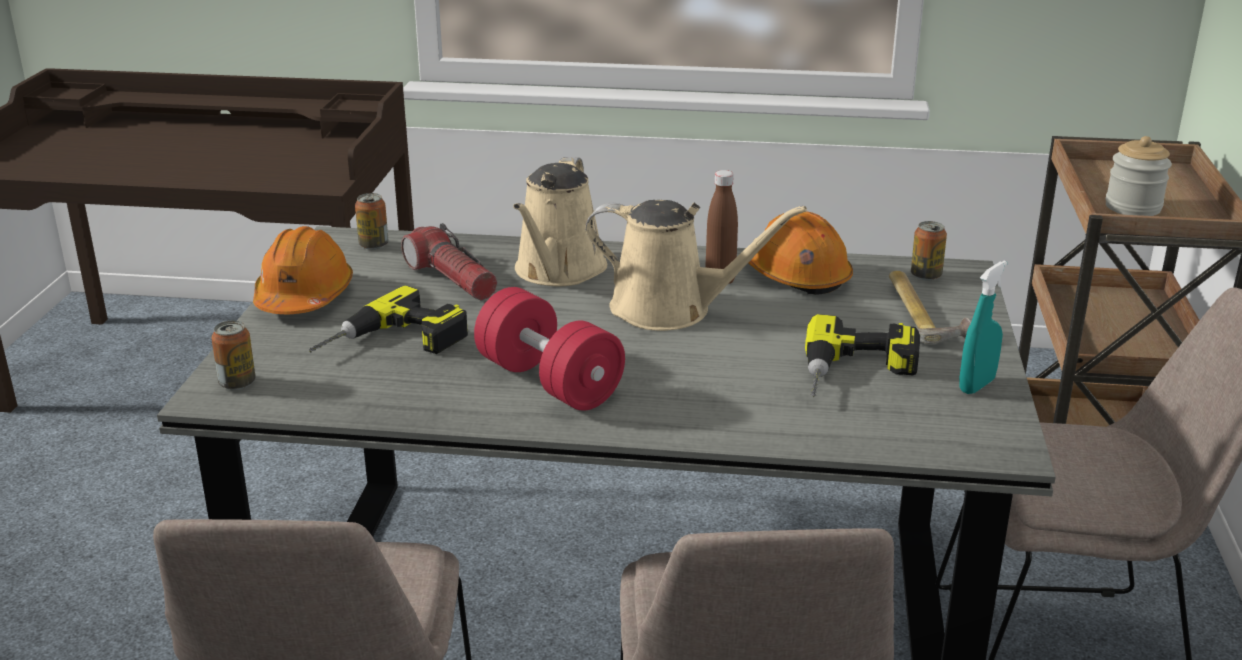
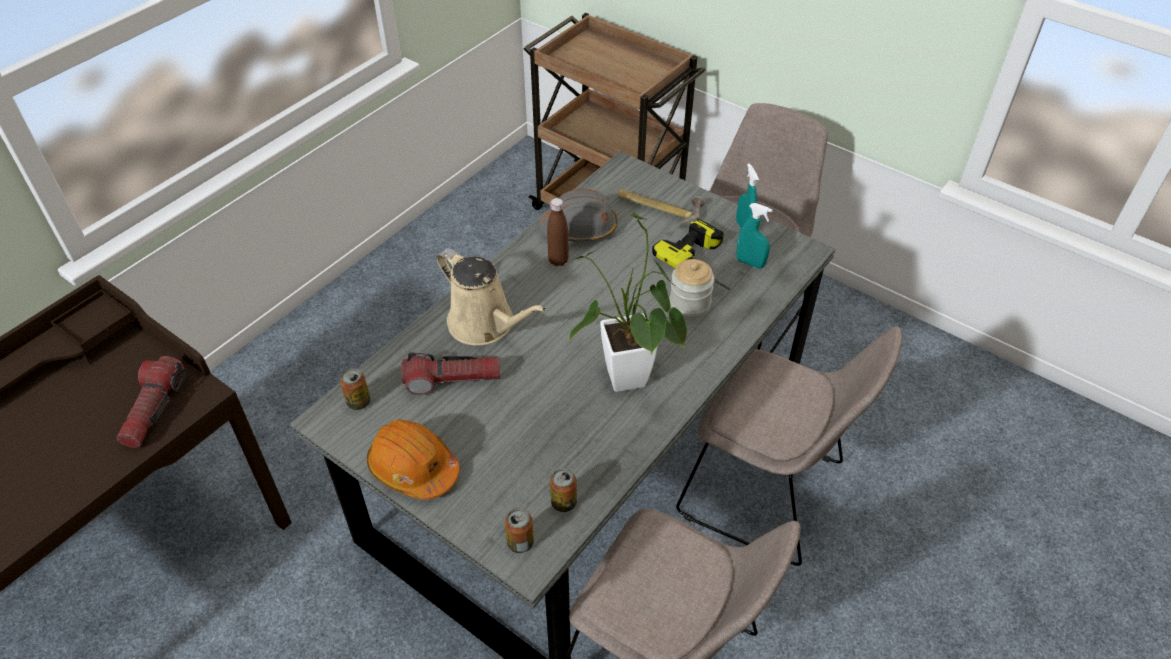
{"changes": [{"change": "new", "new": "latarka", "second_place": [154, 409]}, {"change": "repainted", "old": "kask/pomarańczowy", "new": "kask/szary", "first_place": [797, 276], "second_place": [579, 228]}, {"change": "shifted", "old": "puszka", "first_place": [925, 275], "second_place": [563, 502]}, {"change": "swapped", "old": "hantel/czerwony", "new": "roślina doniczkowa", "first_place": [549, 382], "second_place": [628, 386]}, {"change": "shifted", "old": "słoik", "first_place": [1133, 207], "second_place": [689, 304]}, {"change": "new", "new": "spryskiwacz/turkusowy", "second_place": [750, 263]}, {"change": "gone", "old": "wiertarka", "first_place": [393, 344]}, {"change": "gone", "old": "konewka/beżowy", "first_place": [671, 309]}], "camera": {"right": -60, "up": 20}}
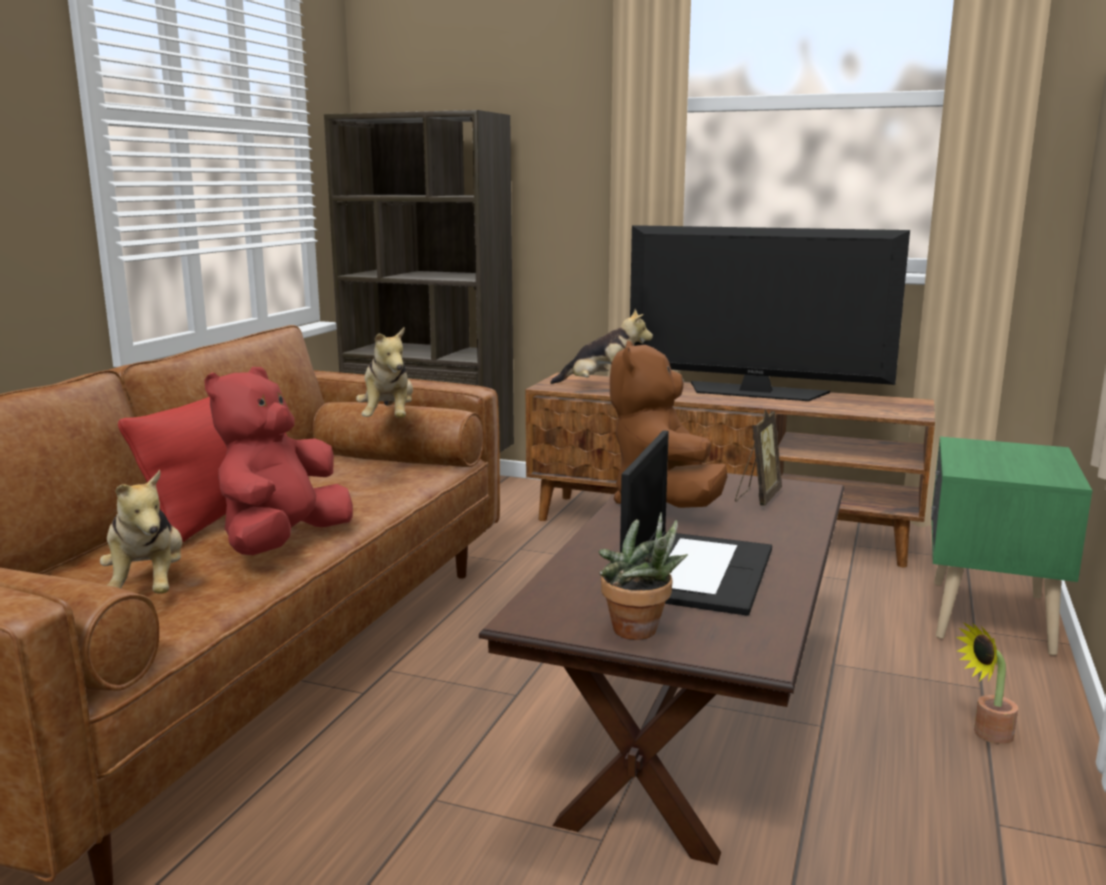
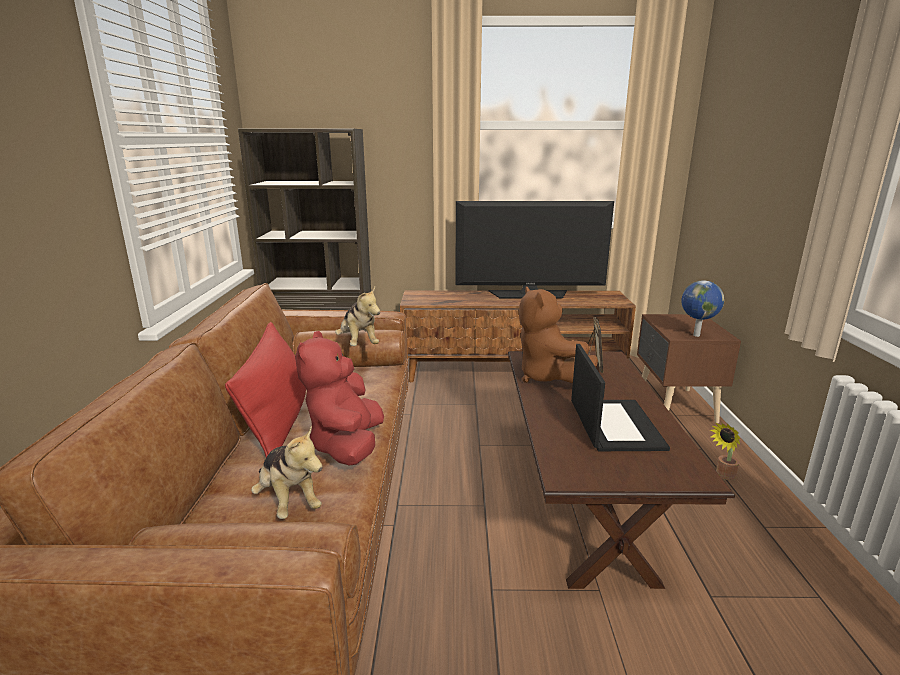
{"changes": [{"change": "repainted", "old": "szafka nocna/zielony", "new": "szafka nocna/brązowy", "first_place": [986, 617], "second_place": [674, 406]}, {"change": "new", "new": "globus", "second_place": [695, 335]}, {"change": "gone", "old": "pluszak", "first_place": [602, 387]}, {"change": "gone", "old": "roślina doniczkowa", "first_place": [640, 633]}], "camera": {"right": -20, "up": 5}}
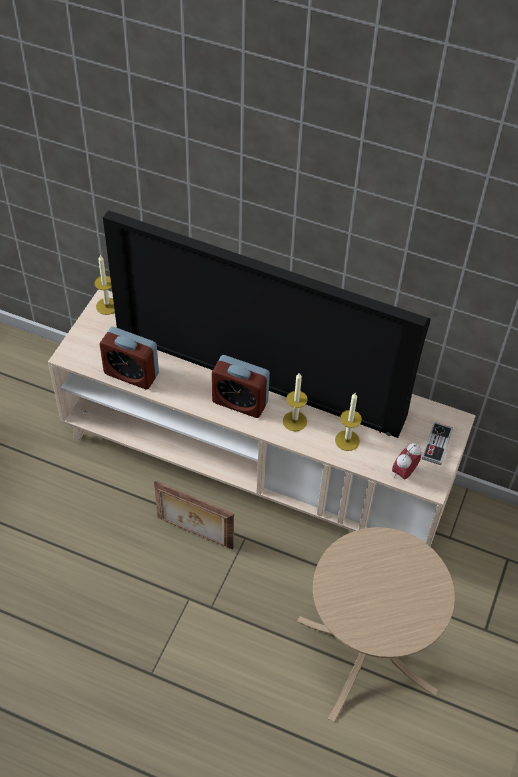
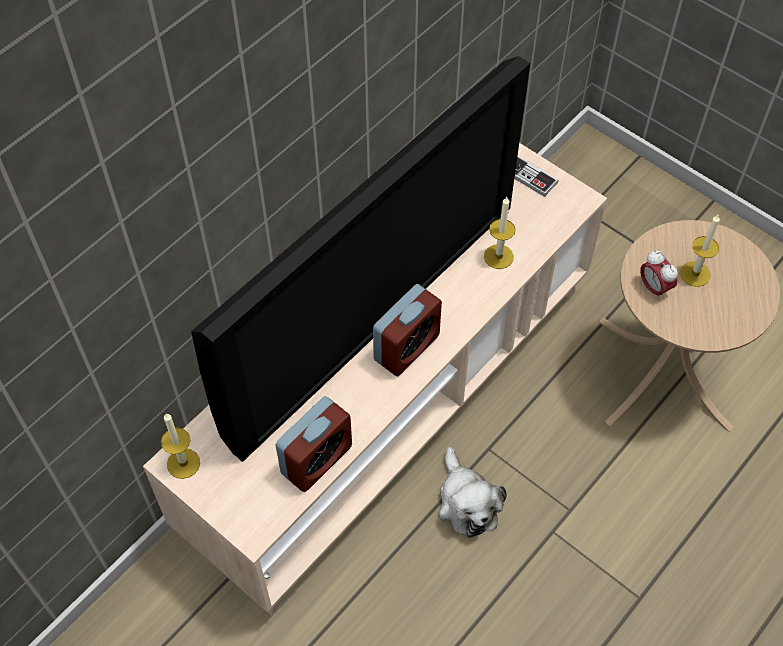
{"changes": [{"change": "swapped", "old": "ramka na zdjęcie", "new": "pluszak", "first_place": [194, 534], "second_place": [466, 502]}, {"change": "shifted", "old": "budzik", "first_place": [404, 473], "second_place": [654, 288]}, {"change": "shifted", "old": "świeca", "first_place": [294, 421], "second_place": [695, 274]}], "camera": {"right": -70, "up": 5}}
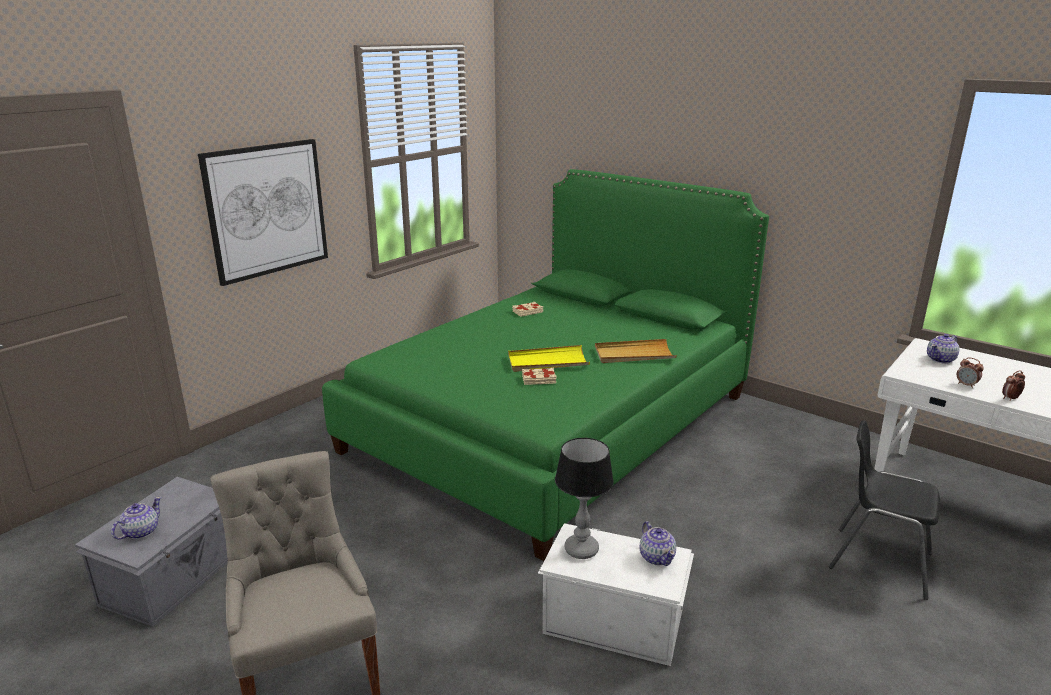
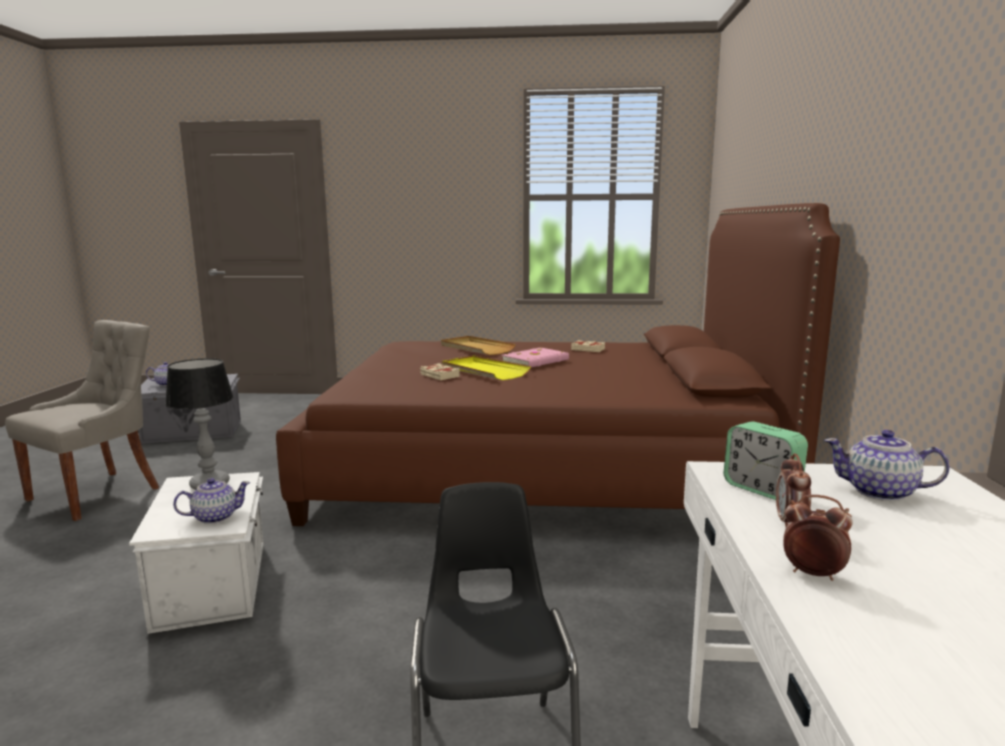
{"changes": [{"change": "rotated", "old": "imbryk", "first_place": [657, 557], "second_place": [214, 517], "degrees": -150}, {"change": "repainted", "old": "łóżko/zielony", "new": "łóżko/brązowy", "first_place": [552, 422], "second_place": [542, 466]}, {"change": "shifted", "old": "taca/beżowy", "first_place": [634, 354], "second_place": [476, 348]}, {"change": "new", "new": "książka/różowy", "second_place": [536, 361]}, {"change": "new", "new": "budzik", "second_place": [761, 489]}, {"change": "gone", "old": "obraz", "first_place": [267, 210]}], "camera": {"right": 55, "up": -10}}
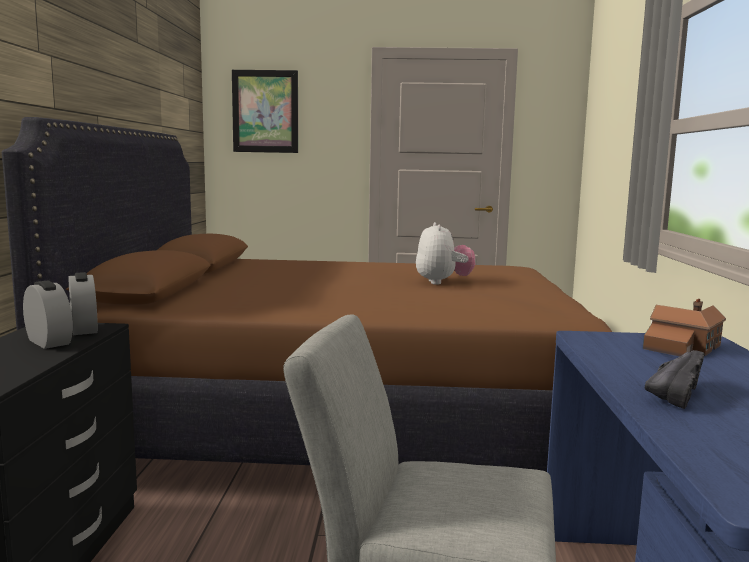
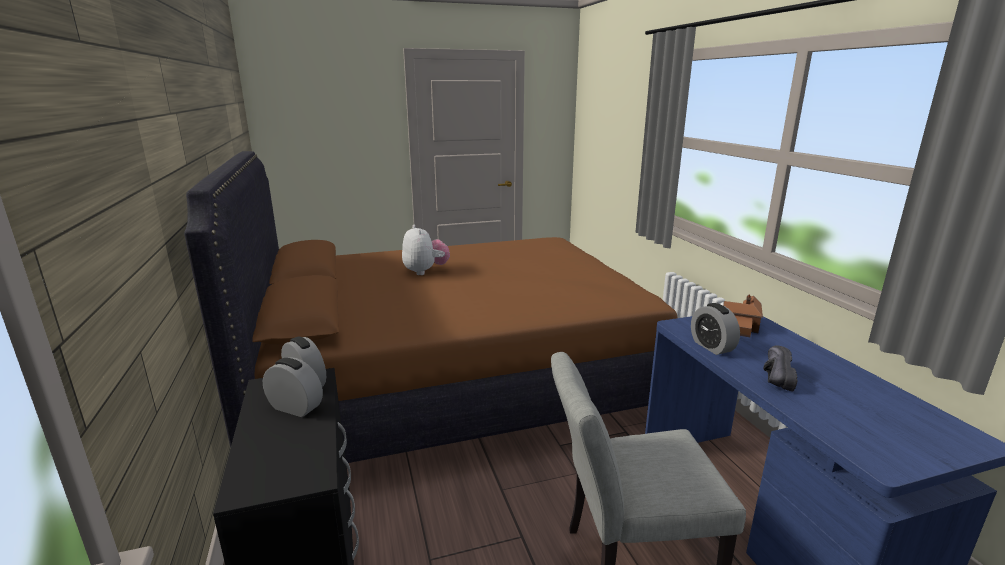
{"changes": [{"change": "shifted", "old": "pluszak", "first_place": [443, 282], "second_place": [425, 271]}, {"change": "new", "new": "budzik", "second_place": [711, 346]}, {"change": "gone", "old": "obraz", "first_place": [265, 111]}], "camera": {"right": -20, "up": 10}}
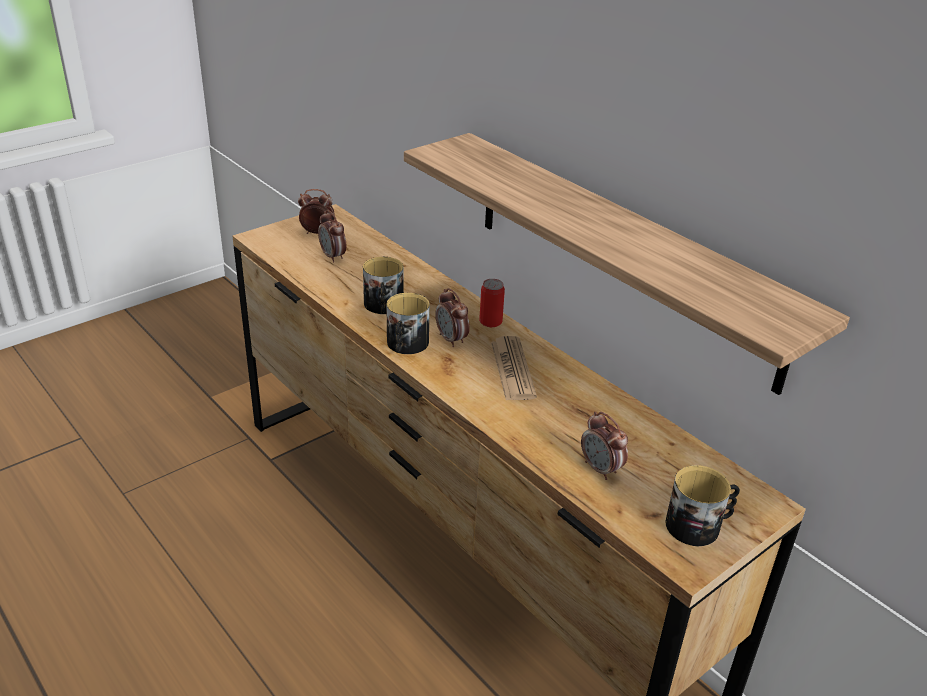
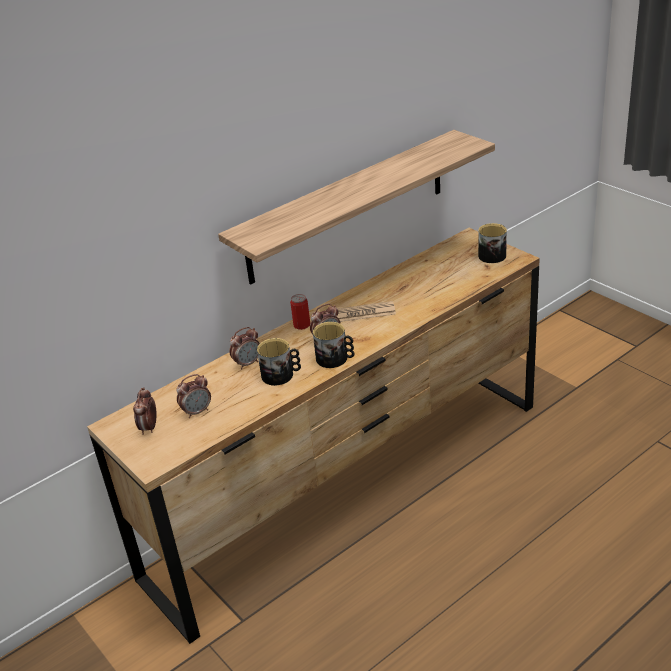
{"changes": [{"change": "shifted", "old": "budzik", "first_place": [601, 469], "second_place": [248, 363]}], "camera": {"right": -85, "up": 0}}
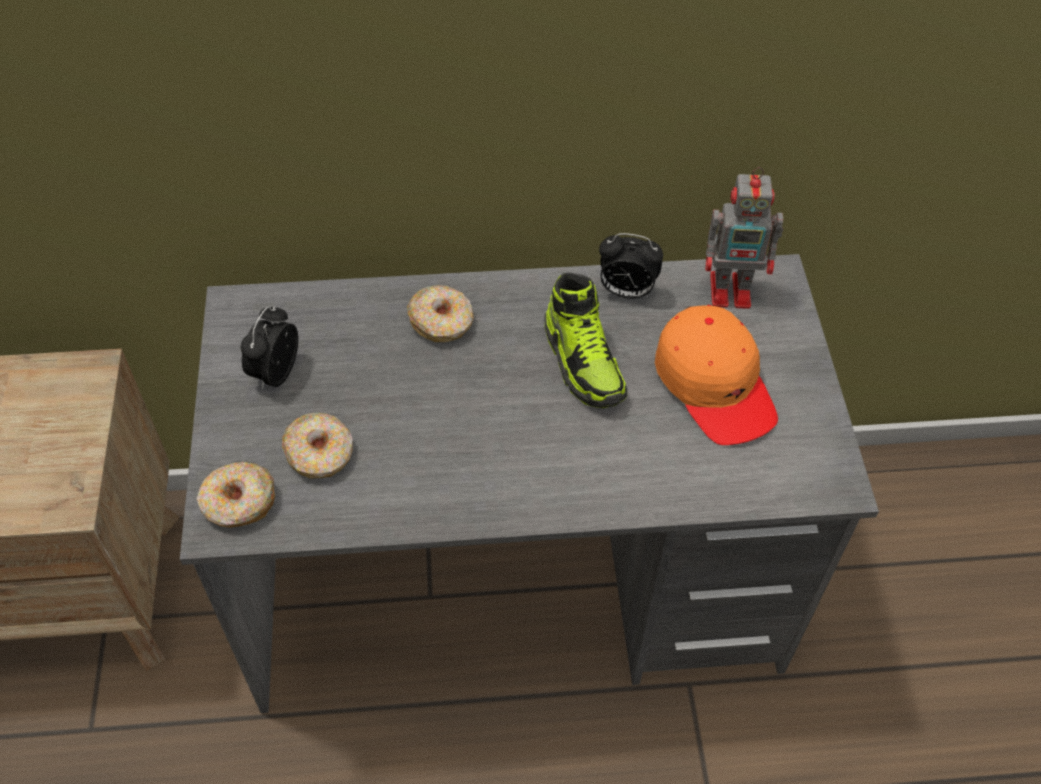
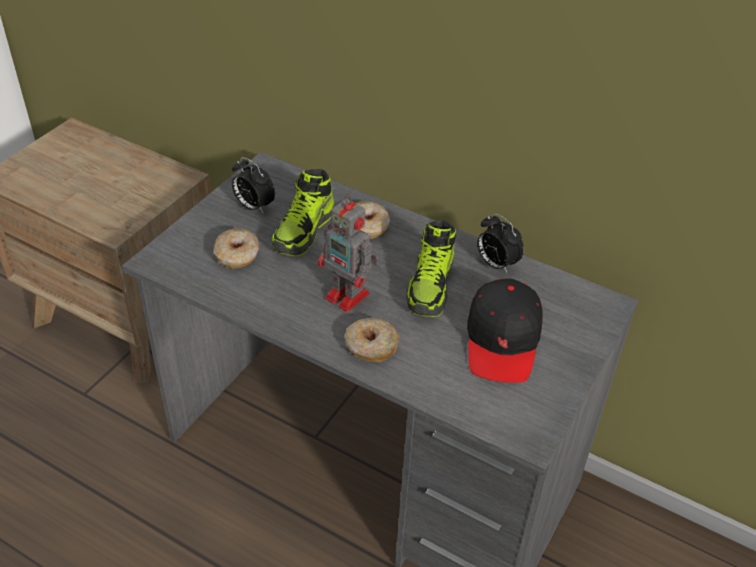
{"changes": [{"change": "rotated", "old": "budzik", "first_place": [275, 372], "second_place": [253, 207], "degrees": -105}, {"change": "new", "new": "but", "second_place": [304, 231]}, {"change": "shifted", "old": "robot zabawkowy", "first_place": [733, 290], "second_place": [349, 297]}, {"change": "shifted", "old": "donut", "first_place": [239, 503], "second_place": [370, 346]}, {"change": "repainted", "old": "czapka z daszkiem/pomarańczowy", "new": "czapka z daszkiem/czarny", "first_place": [714, 385], "second_place": [502, 341]}], "camera": {"right": 35, "up": -10}}
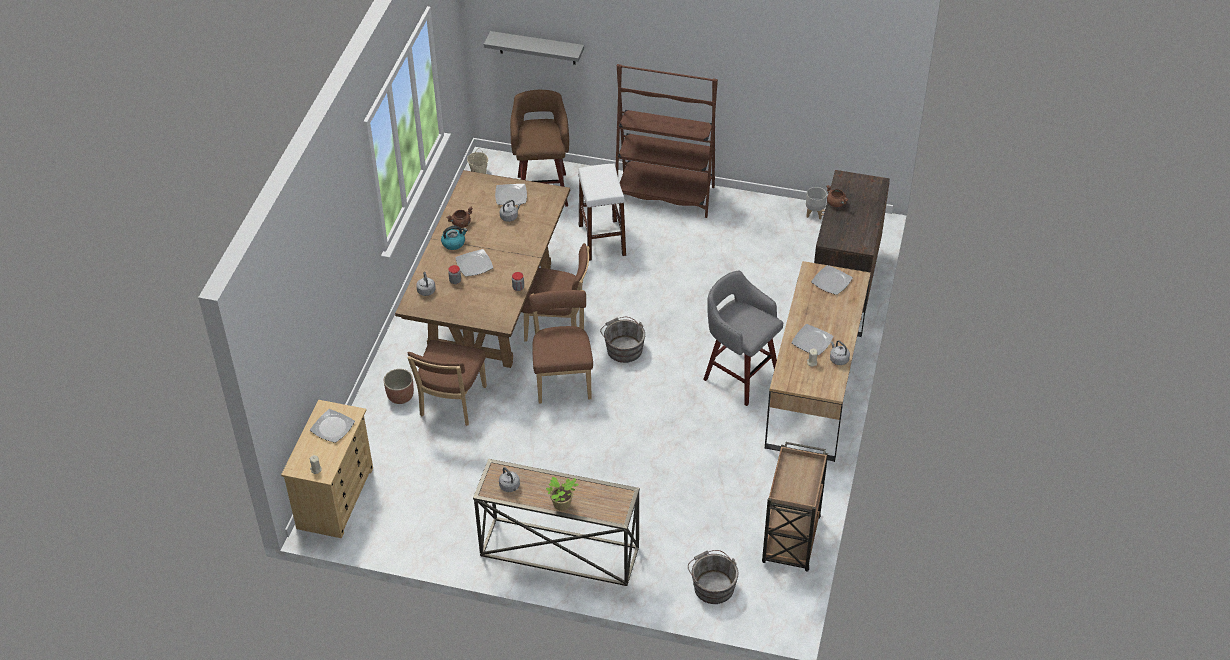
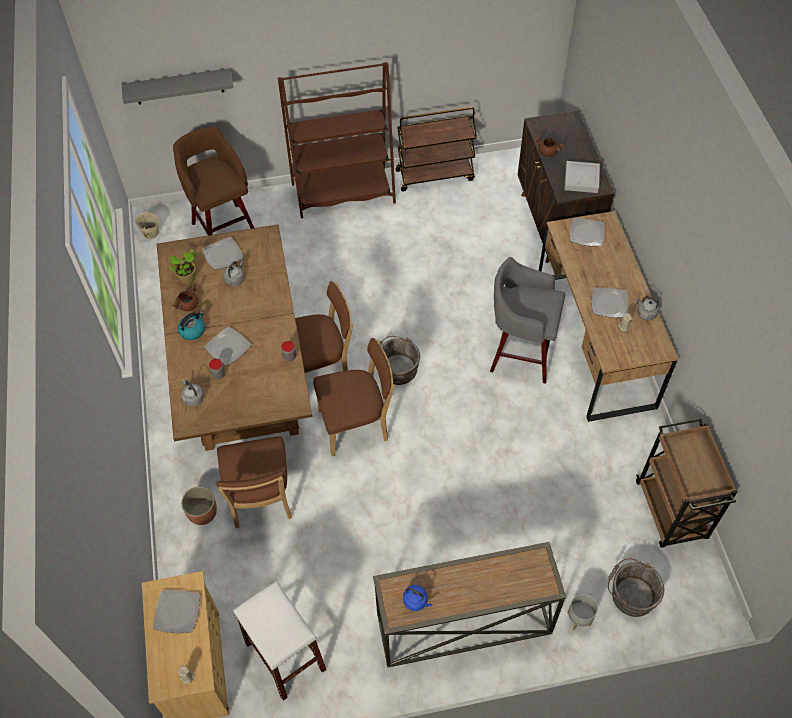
{"changes": [{"change": "shifted", "old": "roślina doniczkowa", "first_place": [562, 505], "second_place": [188, 279]}, {"change": "shifted", "old": "stołek/biały", "first_place": [602, 240], "second_place": [285, 656]}, {"change": "rotated", "old": "krzesło/brązowy", "first_place": [563, 378], "second_place": [357, 425], "degrees": 105}, {"change": "new", "new": "wózek/brązowy", "second_place": [435, 175]}, {"change": "repainted", "old": "czajnik/szary", "new": "czajnik/niebieski", "first_place": [510, 487], "second_place": [416, 601]}, {"change": "new", "new": "taca/szary", "second_place": [581, 179]}, {"change": "shifted", "old": "donica/szary", "first_place": [814, 214], "second_place": [579, 619]}], "camera": {"right": -25, "up": 10}}
